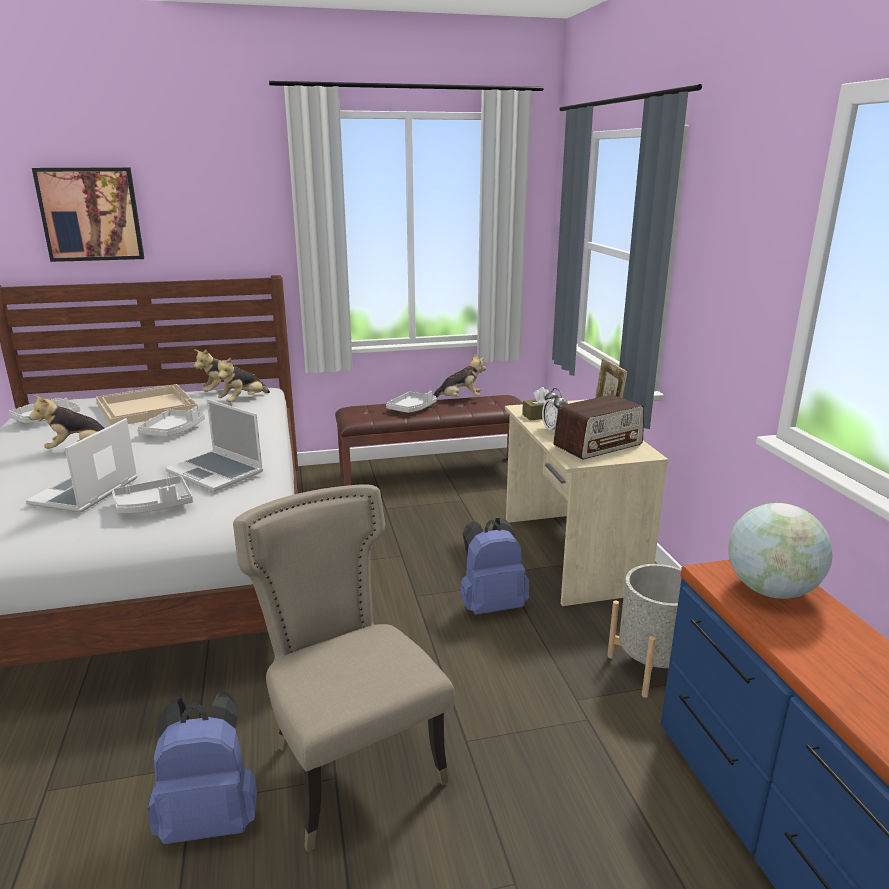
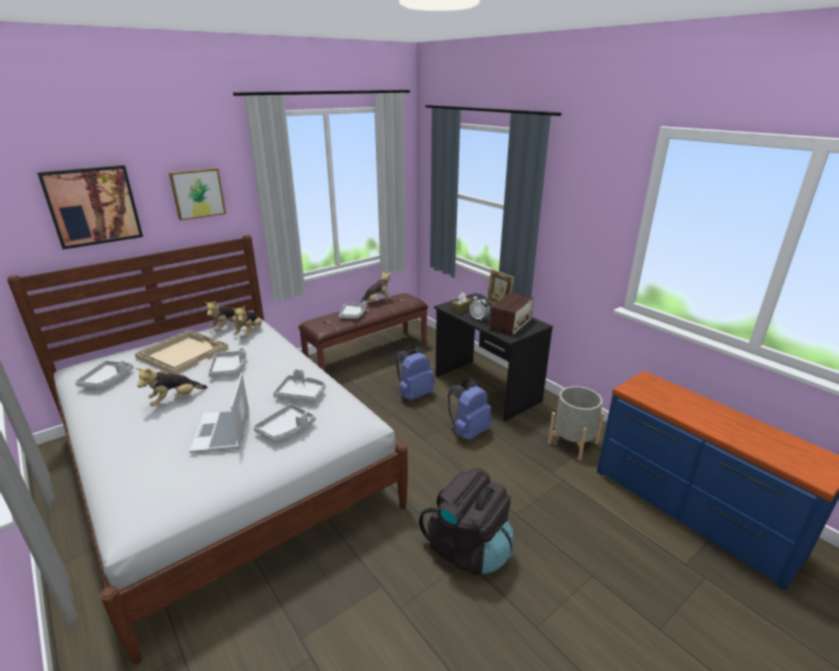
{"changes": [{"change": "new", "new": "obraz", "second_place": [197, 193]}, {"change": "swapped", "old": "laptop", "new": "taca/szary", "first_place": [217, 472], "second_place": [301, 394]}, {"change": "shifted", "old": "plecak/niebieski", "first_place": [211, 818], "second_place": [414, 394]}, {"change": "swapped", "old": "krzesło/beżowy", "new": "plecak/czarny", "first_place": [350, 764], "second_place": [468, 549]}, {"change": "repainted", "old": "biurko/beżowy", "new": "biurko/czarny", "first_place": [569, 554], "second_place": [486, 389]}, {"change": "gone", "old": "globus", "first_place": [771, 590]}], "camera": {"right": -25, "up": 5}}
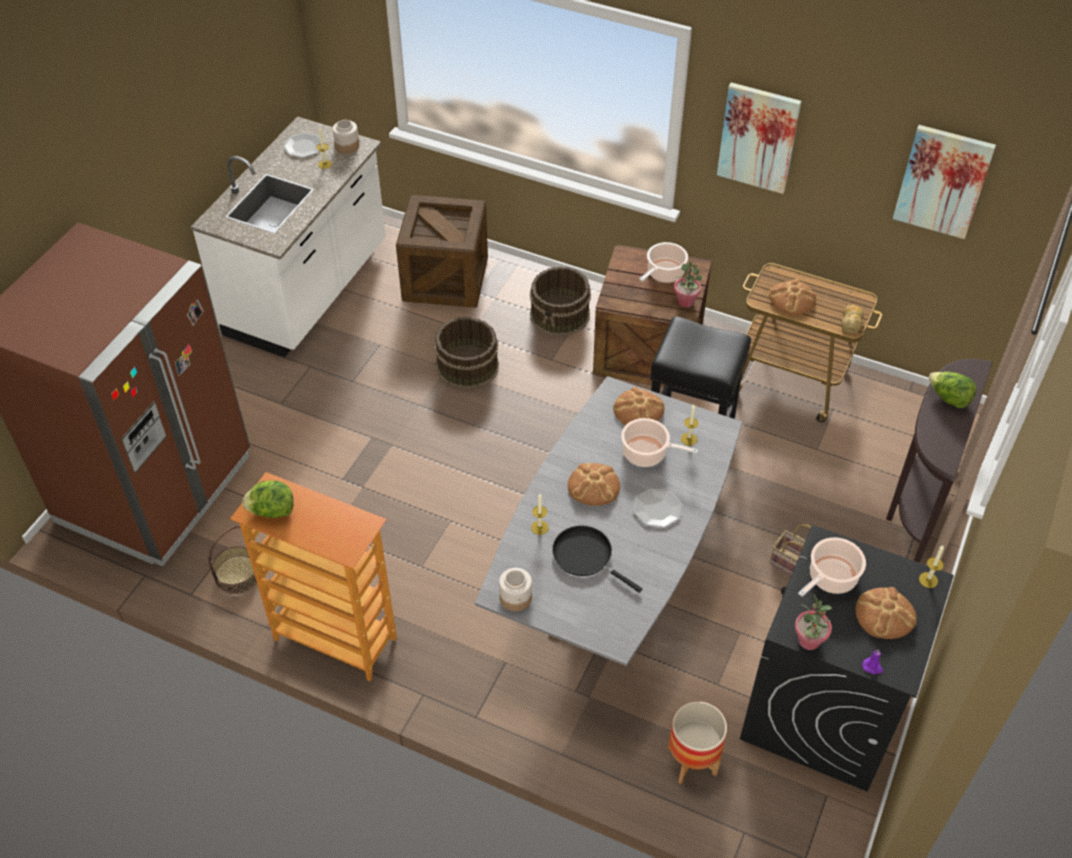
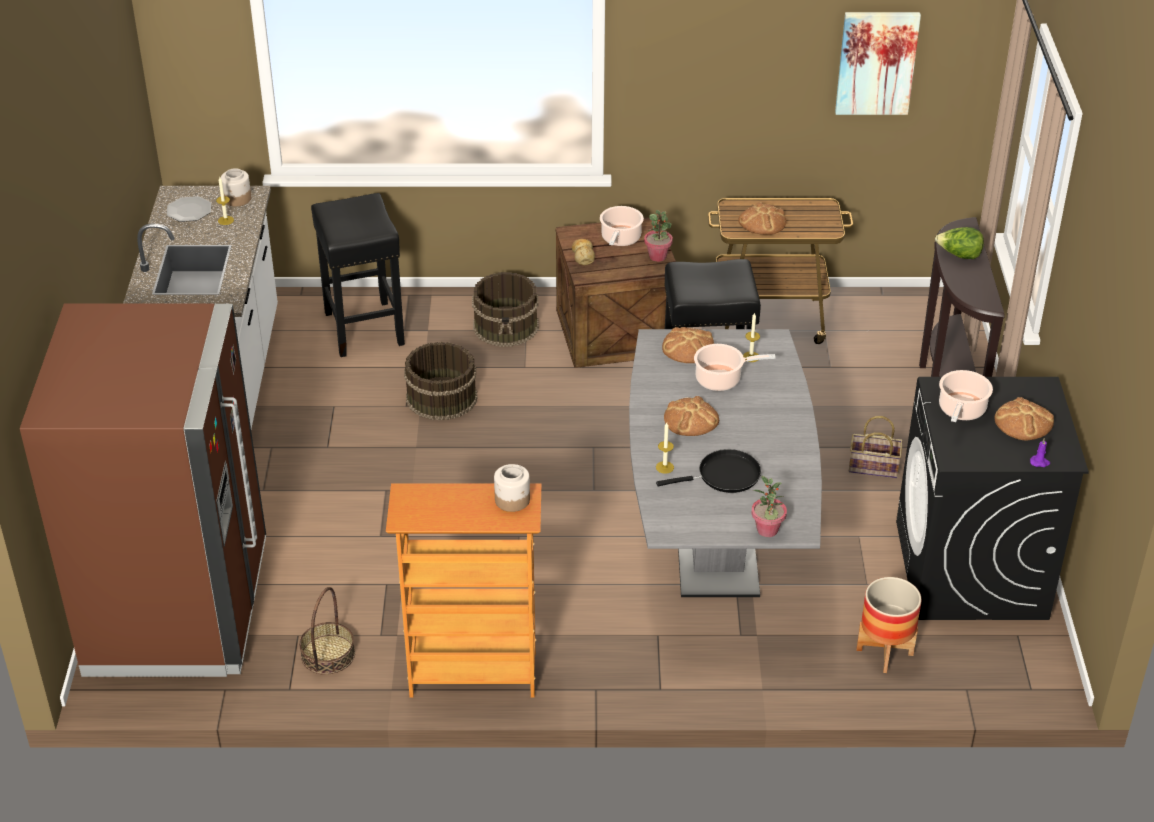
{"changes": [{"change": "swapped", "old": "skrzynka", "new": "stołek/czarny", "first_place": [445, 279], "second_place": [363, 328]}, {"change": "shifted", "old": "słoik", "first_place": [516, 598], "second_place": [512, 500]}, {"change": "shifted", "old": "chleb", "first_place": [851, 322], "second_place": [583, 256]}, {"change": "rotated", "old": "patelnia/czarny", "first_place": [586, 556], "second_place": [724, 476], "degrees": 150}, {"change": "shifted", "old": "roślina doniczkowa", "first_place": [808, 641], "second_place": [767, 530]}, {"change": "gone", "old": "sałata", "first_place": [272, 511]}, {"change": "gone", "old": "talerz", "first_place": [657, 509]}, {"change": "gone", "old": "obraz", "first_place": [758, 137]}, {"change": "gone", "old": "świeca", "first_place": [928, 580]}], "camera": {"right": -25, "up": -10}}
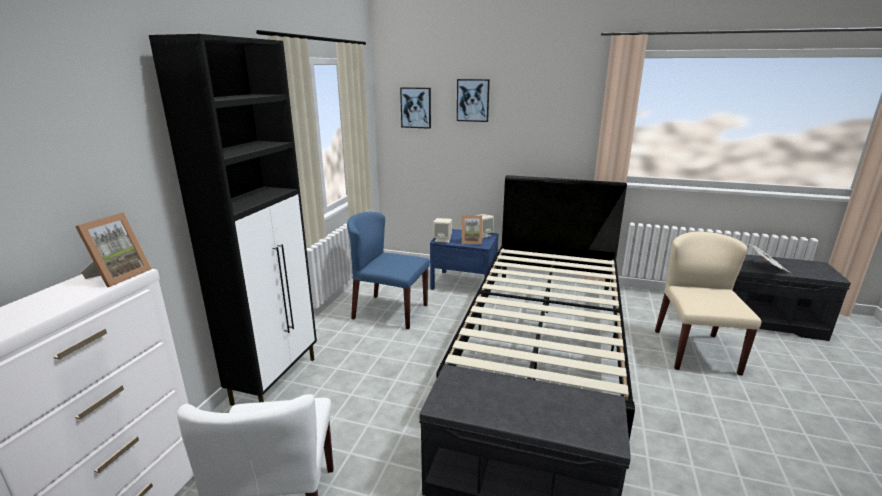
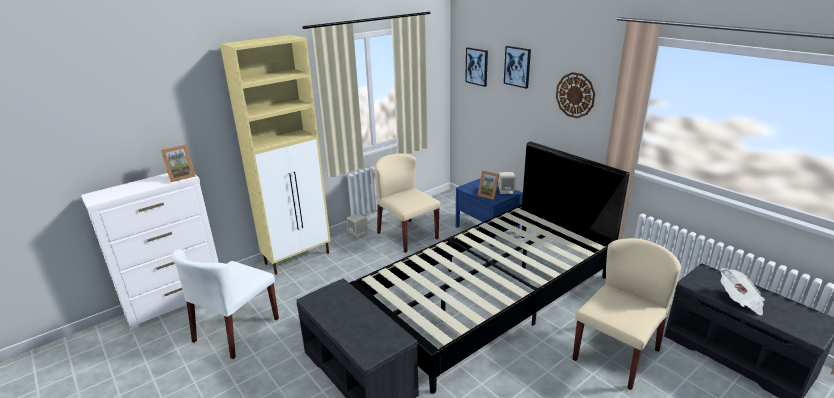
{"changes": [{"change": "repainted", "old": "szafka/czarny", "new": "szafka/beżowy", "first_place": [276, 379], "second_place": [298, 258]}, {"change": "shifted", "old": "głośnik/beżowy", "first_place": [443, 240], "second_place": [358, 233]}, {"change": "repainted", "old": "krzesło/niebieski", "new": "krzesło/beżowy", "first_place": [389, 311], "second_place": [407, 235]}, {"change": "new", "new": "zegar ścienny", "second_place": [575, 95]}], "camera": {"right": 35, "up": 5}}
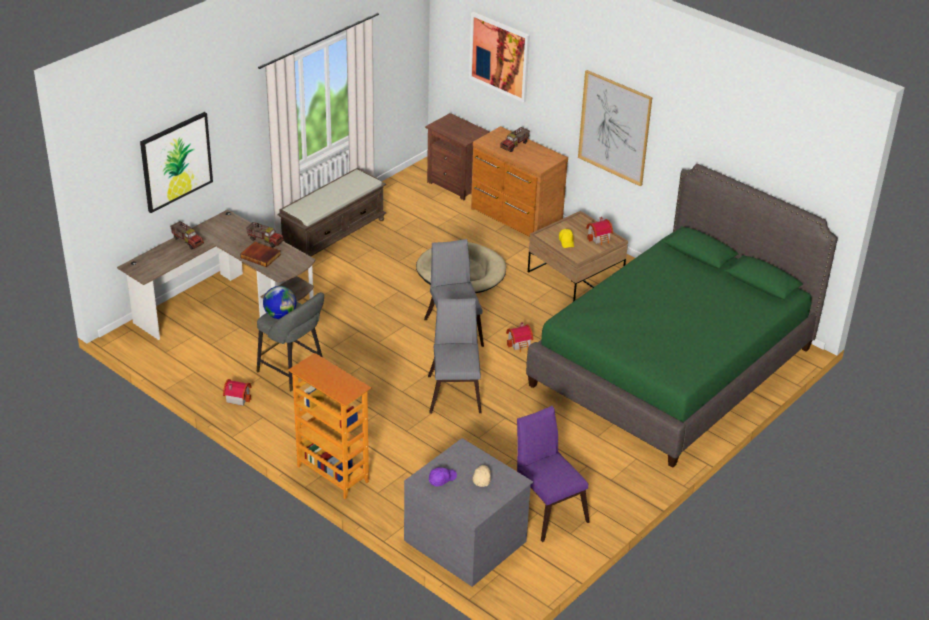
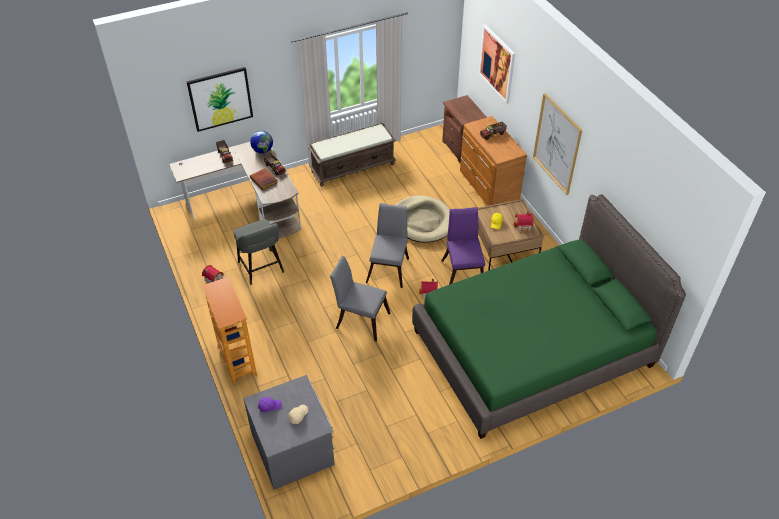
{"changes": [{"change": "shifted", "old": "globus", "first_place": [280, 315], "second_place": [263, 150]}, {"change": "rotated", "old": "krzesło/szary", "first_place": [455, 391], "second_place": [360, 319], "degrees": -90}, {"change": "shifted", "old": "krzesło/fioletowy", "first_place": [546, 508], "second_place": [462, 271]}], "camera": {"right": 25, "up": 10}}
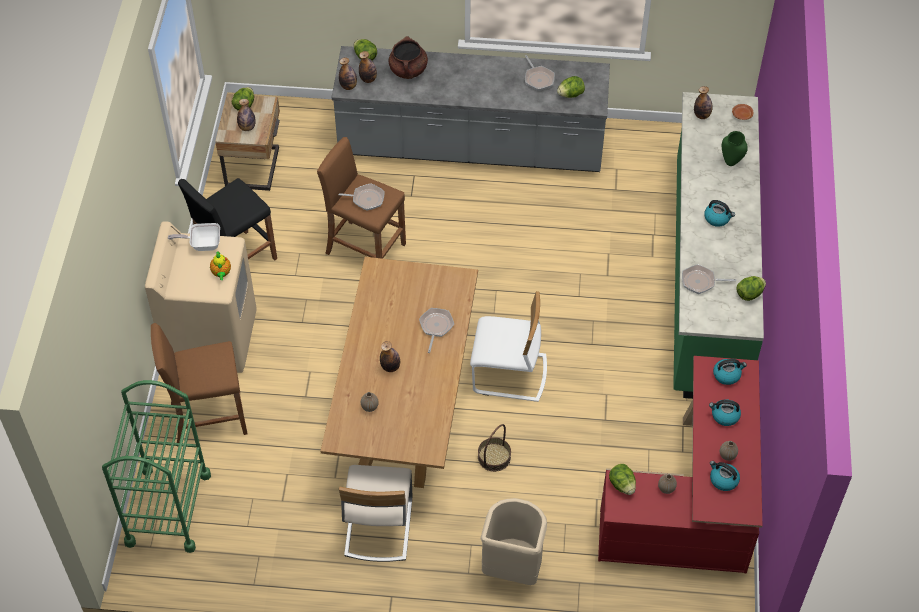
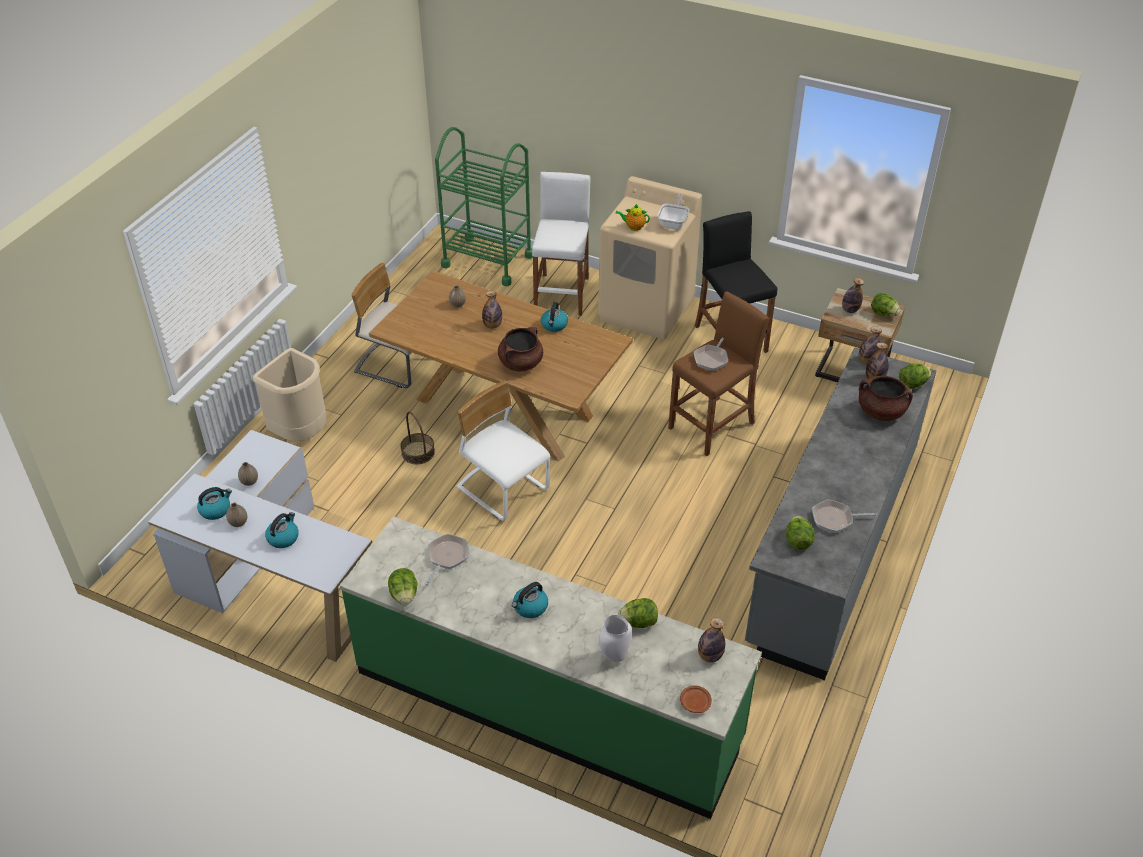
{"changes": [{"change": "repainted", "old": "biurko/czerwony", "new": "biurko/biały", "first_place": [692, 504], "second_place": [274, 580]}, {"change": "rotated", "old": "krzesło/biały", "first_place": [509, 375], "second_place": [503, 489], "degrees": 105}, {"change": "swapped", "old": "patelnia", "new": "garnek/brązowy", "first_place": [435, 327], "second_place": [521, 363]}, {"change": "repainted", "old": "stołek/brązowy", "new": "stołek/biały", "first_place": [208, 418], "second_place": [562, 294]}, {"change": "shifted", "old": "czajnik", "first_place": [727, 375], "second_place": [554, 325]}, {"change": "repainted", "old": "wazon/zielony", "new": "wazon/biały", "first_place": [731, 162], "second_place": [614, 657]}, {"change": "shifted", "old": "sałata", "first_place": [622, 485], "second_place": [639, 622]}], "camera": {"right": 110, "up": -10}}
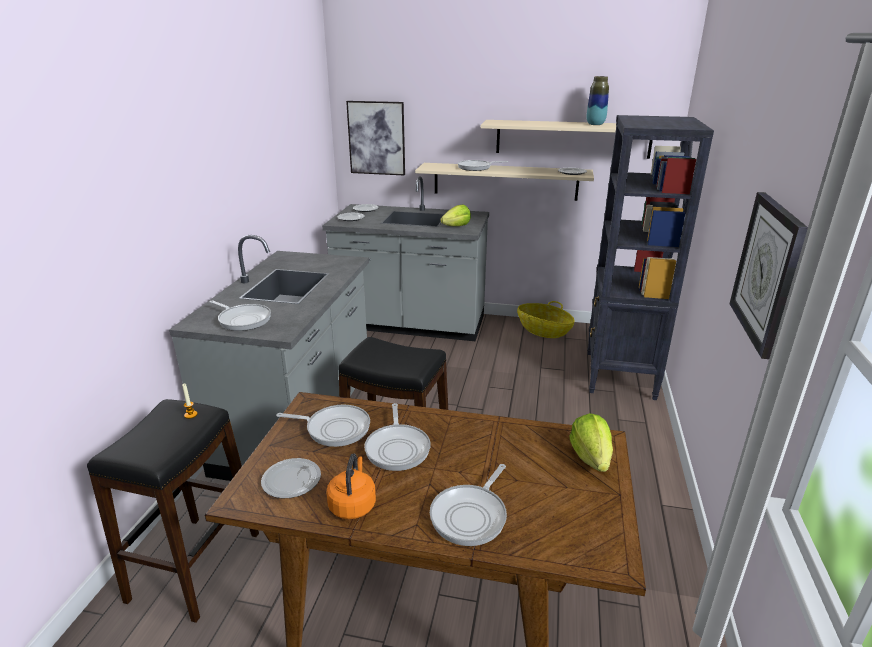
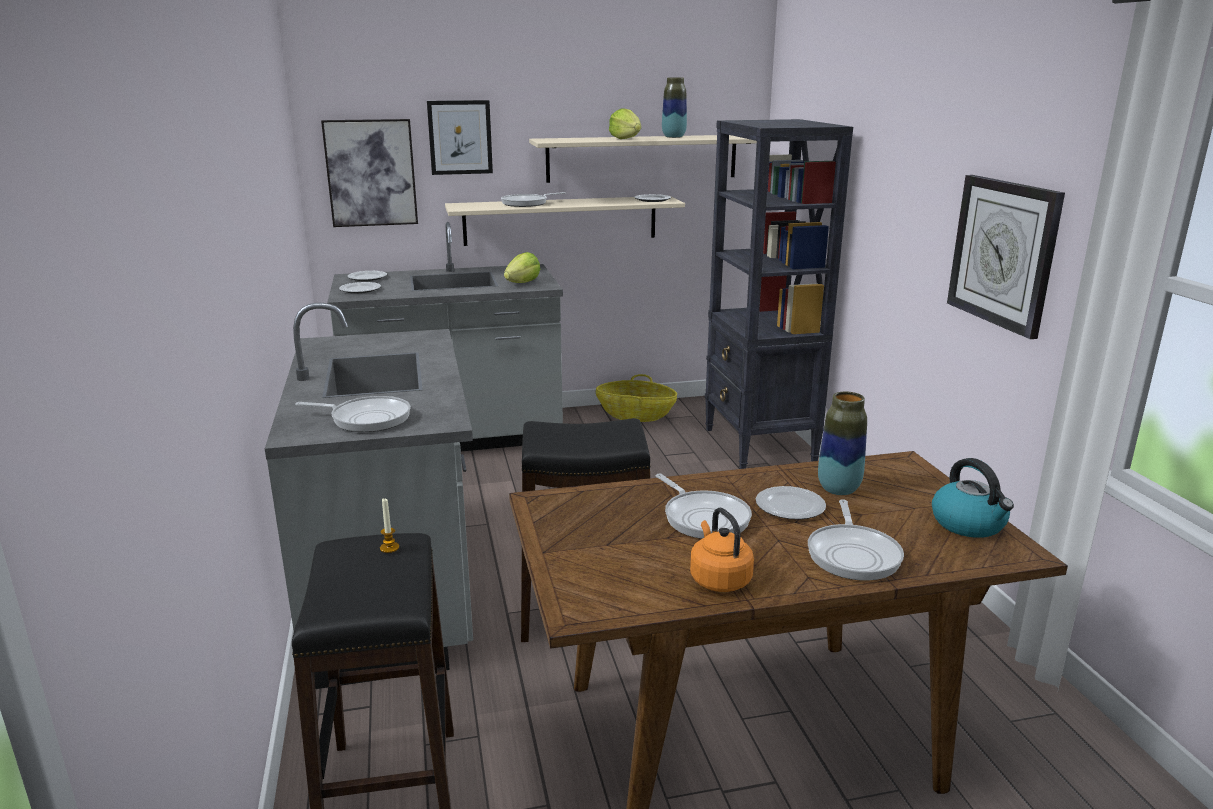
{"changes": [{"change": "new", "new": "obraz", "second_place": [460, 137]}, {"change": "shifted", "old": "sałata", "first_place": [591, 458], "second_place": [626, 139]}, {"change": "shifted", "old": "talerz", "first_place": [292, 480], "second_place": [790, 506]}, {"change": "new", "new": "wazon", "second_place": [838, 489]}, {"change": "new", "new": "czajnik", "second_place": [969, 524]}, {"change": "gone", "old": "patelnia", "first_place": [334, 428]}], "camera": {"right": -25, "up": -5}}
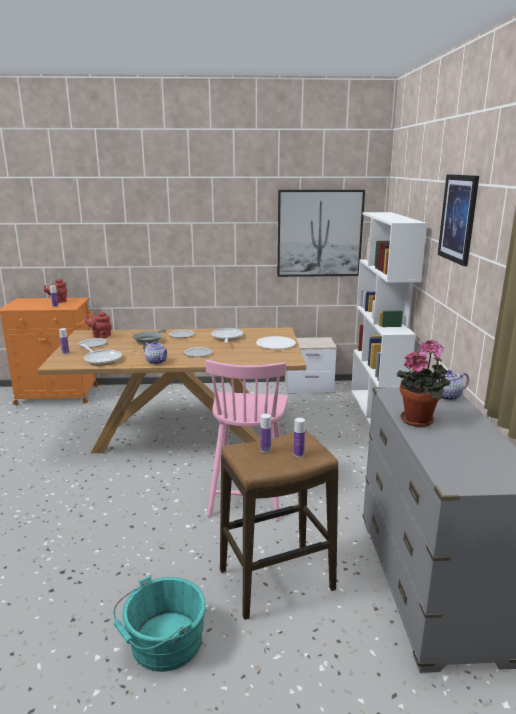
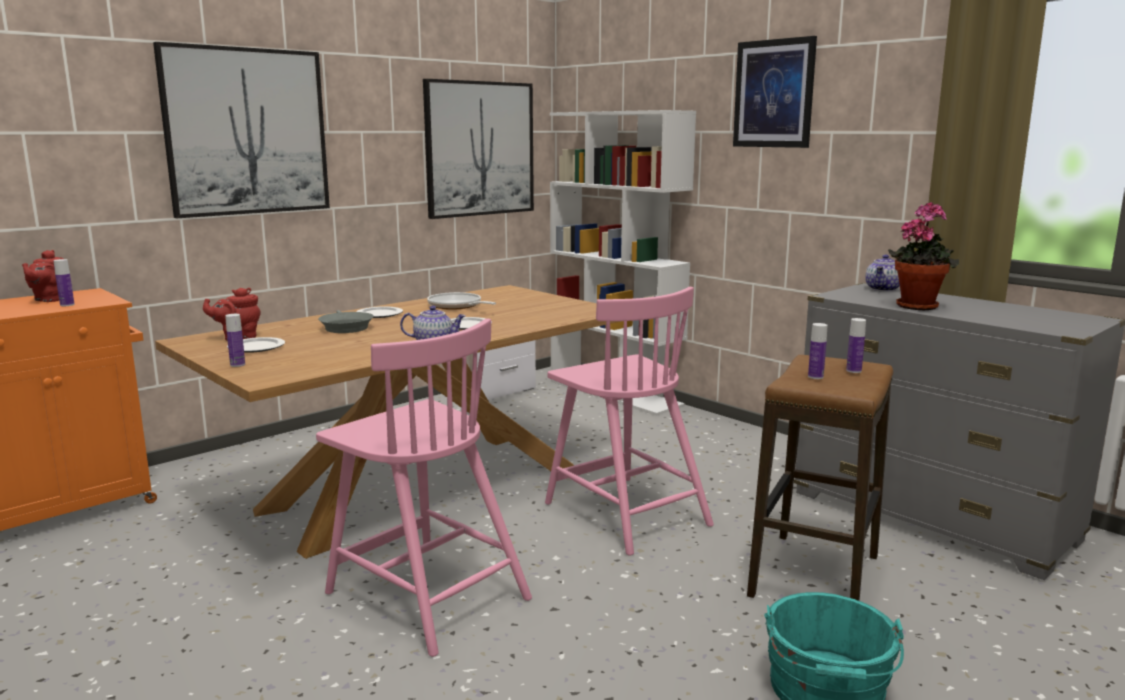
{"changes": [{"change": "new", "new": "obraz", "second_place": [247, 132]}, {"change": "new", "new": "krzesło/różowy", "second_place": [425, 594]}, {"change": "gone", "old": "patelnia", "first_place": [101, 359]}, {"change": "gone", "old": "talerz/biały", "first_place": [275, 344]}], "camera": {"right": -40, "up": -5}}
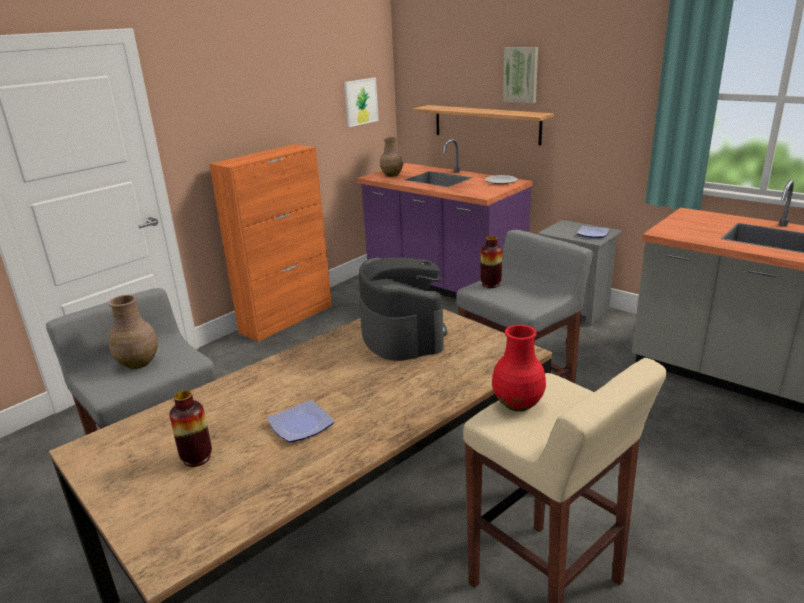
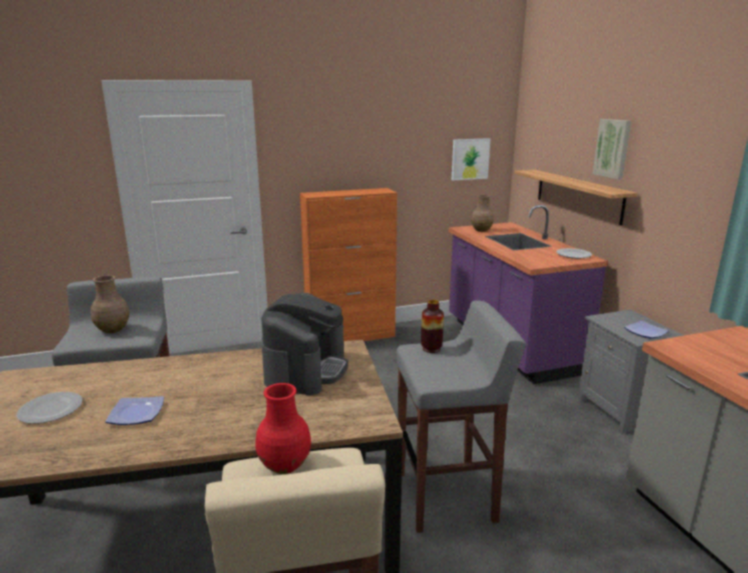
{"changes": [{"change": "swapped", "old": "wazon", "new": "talerz", "first_place": [197, 458], "second_place": [51, 410]}], "camera": {"right": 30, "up": -5}}
